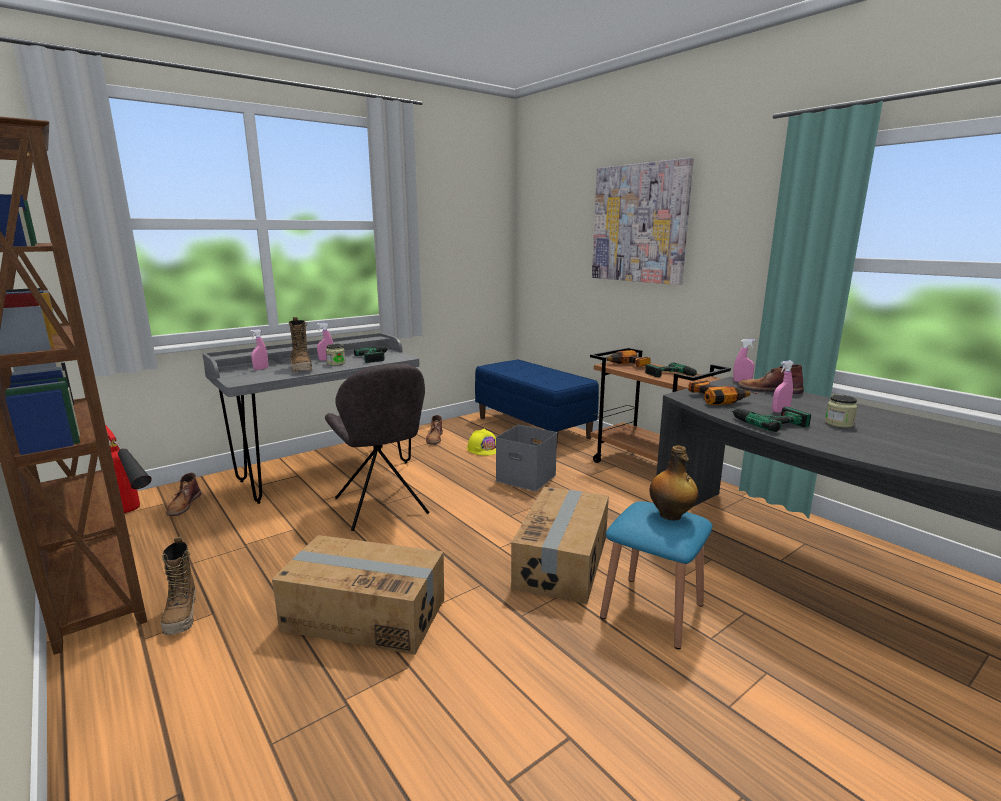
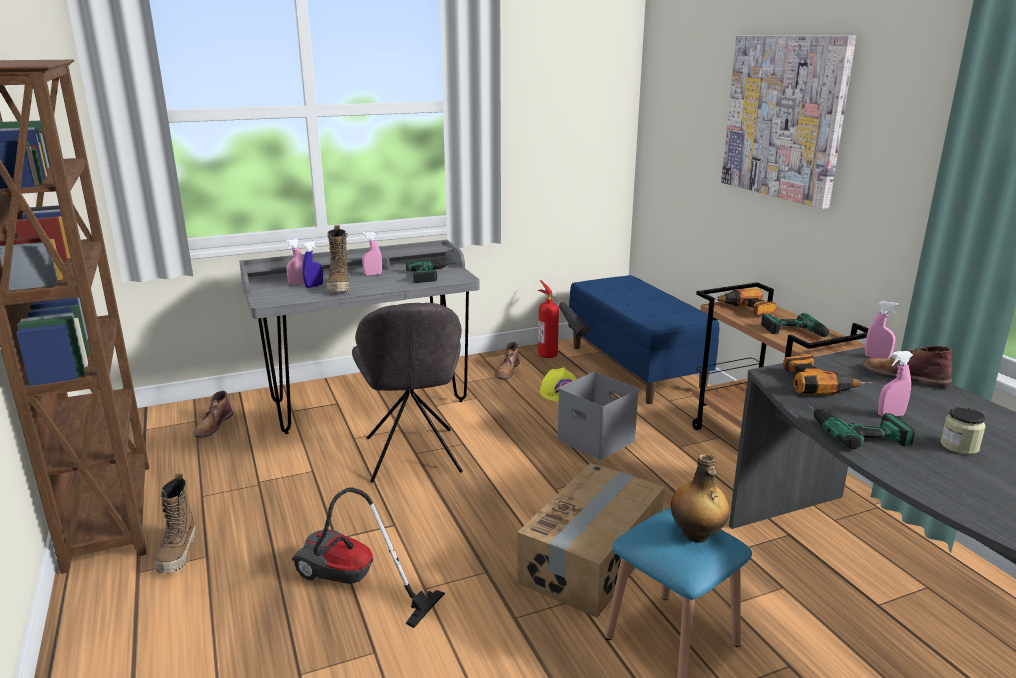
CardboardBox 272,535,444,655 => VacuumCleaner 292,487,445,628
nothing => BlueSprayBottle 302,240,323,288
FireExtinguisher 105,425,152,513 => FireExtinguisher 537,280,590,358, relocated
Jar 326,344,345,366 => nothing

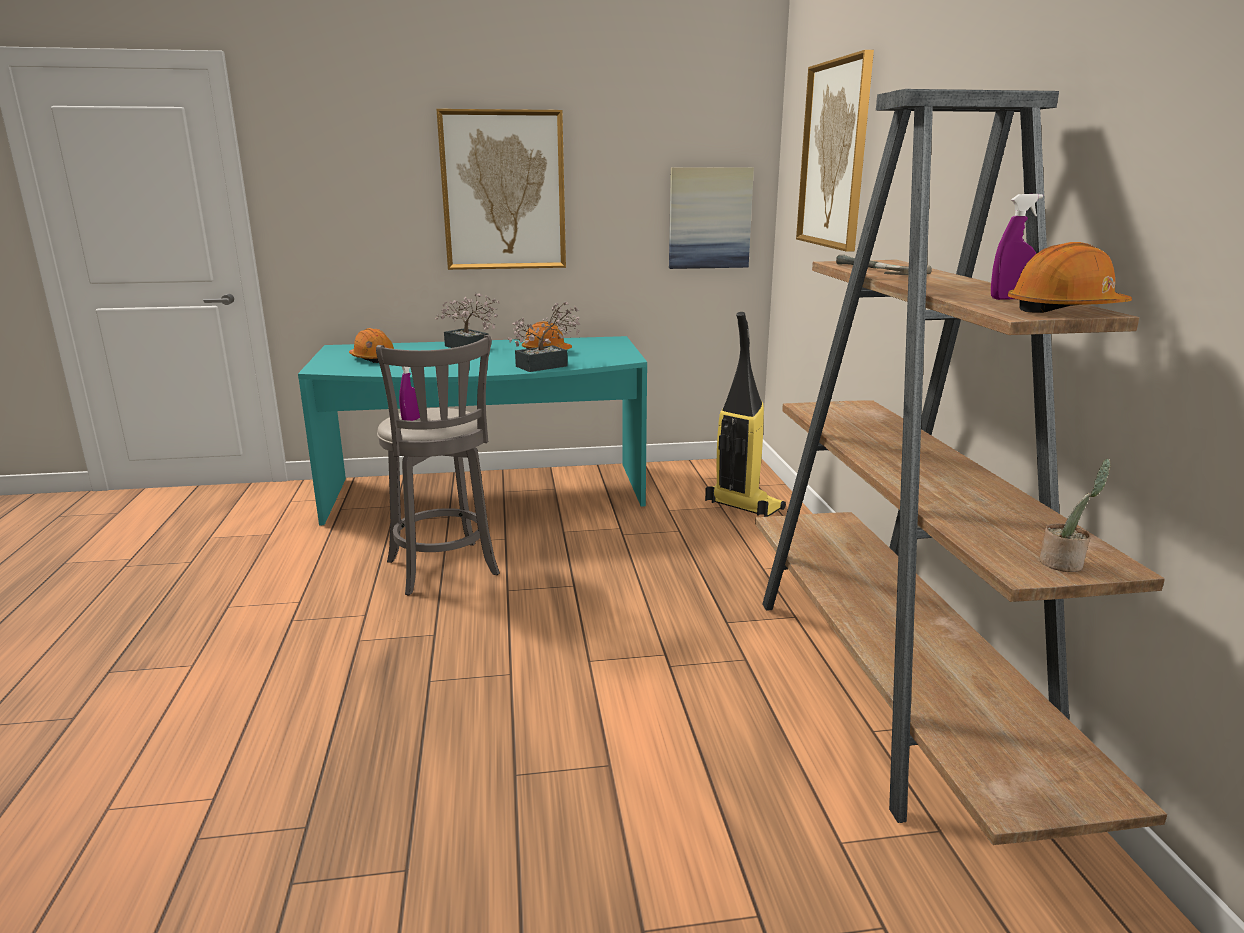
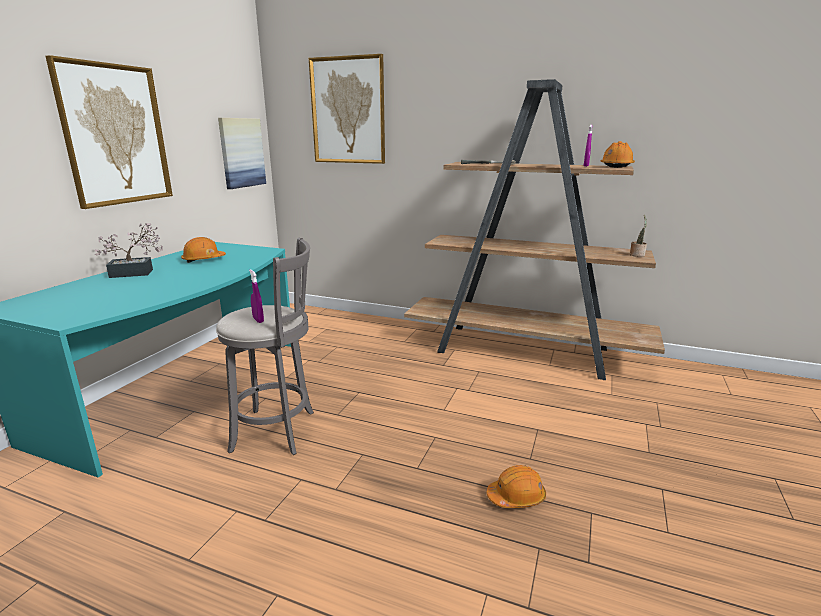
OrangeHardHat 349,328,394,363 => OrangeHardHat 487,465,546,508, relocated
PottedPlant 508,302,580,372 => nothing
VacuumCleaner 705,312,786,517 => nothing

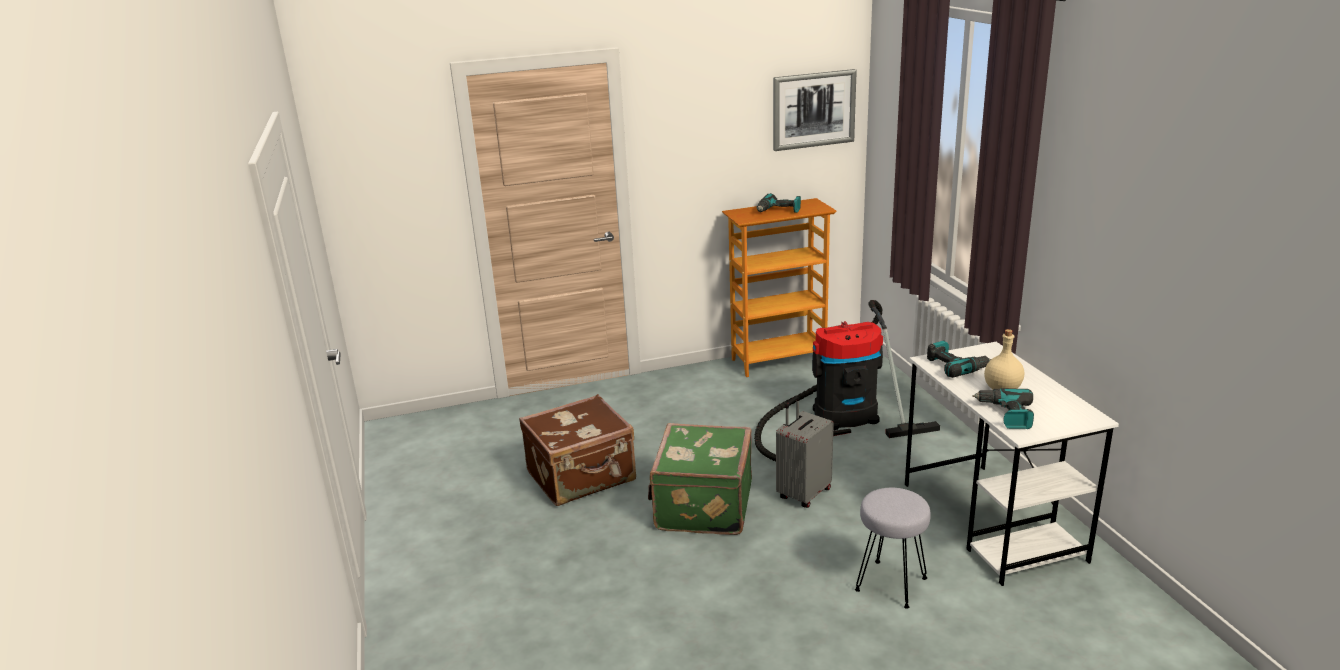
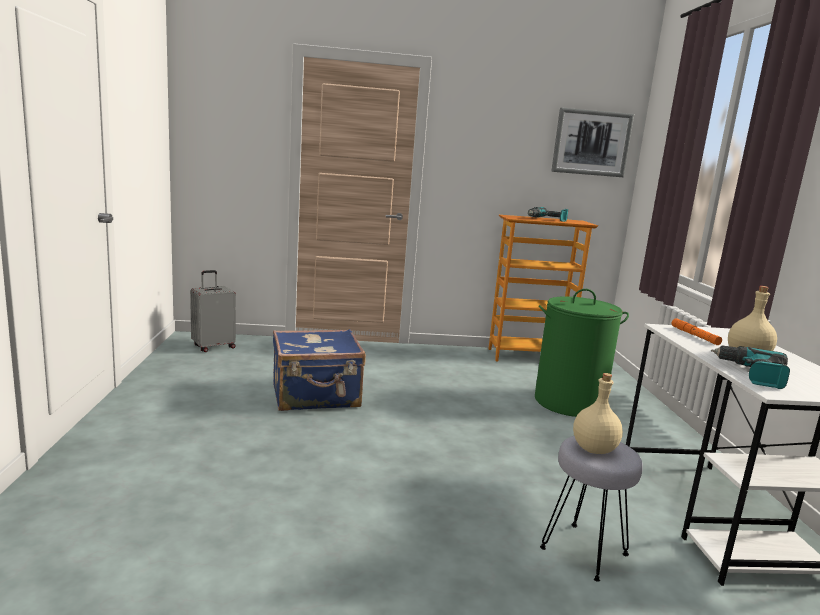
GreySuitcase 776,396,834,508 => GreySuitcase 190,270,236,352, relocated
BrownSuitcase 519,394,636,506 => BlueSuitcase 273,329,366,411
VacuumCleaner 754,300,940,461 => GreenLaundryBasket 535,289,629,417
nothing => BeigeBottle 573,373,623,454
PowerDrill 927,341,991,378 => OrangeFlashlight 672,318,722,345
GreenSuitcase 648,423,752,535 => nothing

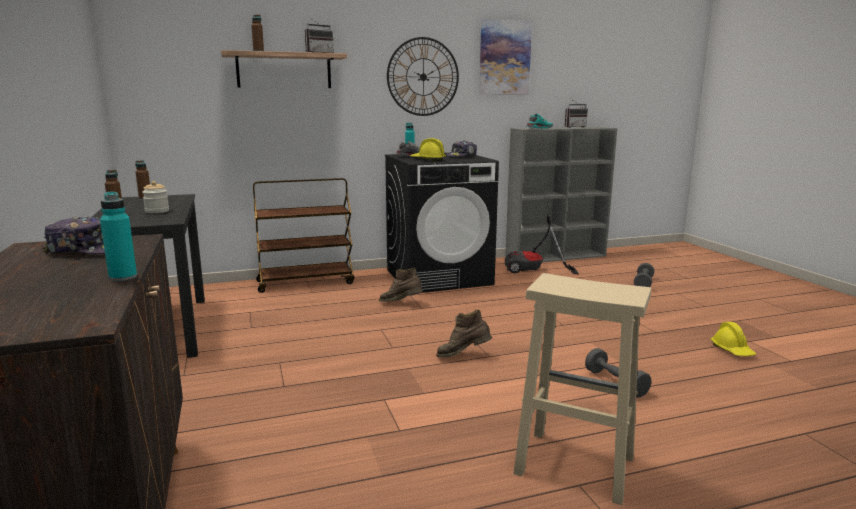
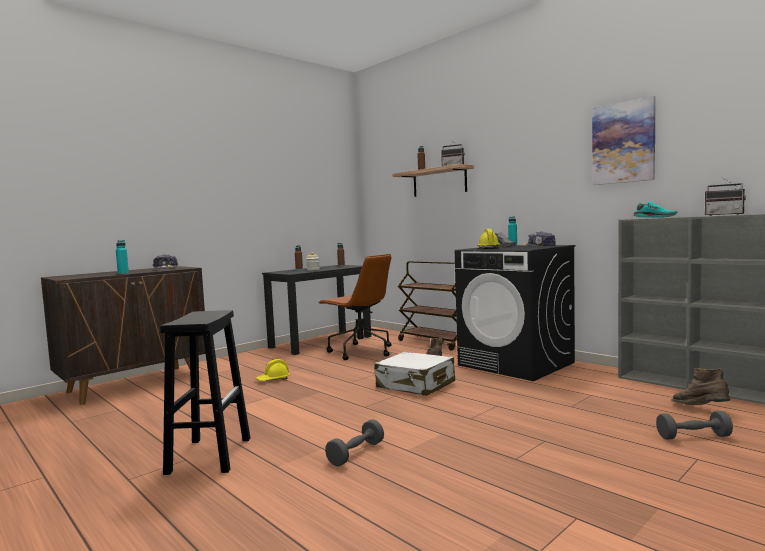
BeigeStool 514,273,651,505 => BlackStool 160,310,250,475
YellowHardHat 711,322,756,356 => YellowHardHat 256,359,290,381, relocated
nothing => BrownOfficeChair 318,254,392,360
nothing => WhiteSuitcase 374,352,455,396
BrownBoot 436,309,492,357 => BrownBoot 672,368,730,405, relocated
WallClock 387,37,459,116 => nothing
VacuumCleaner 505,214,579,274 => nothing

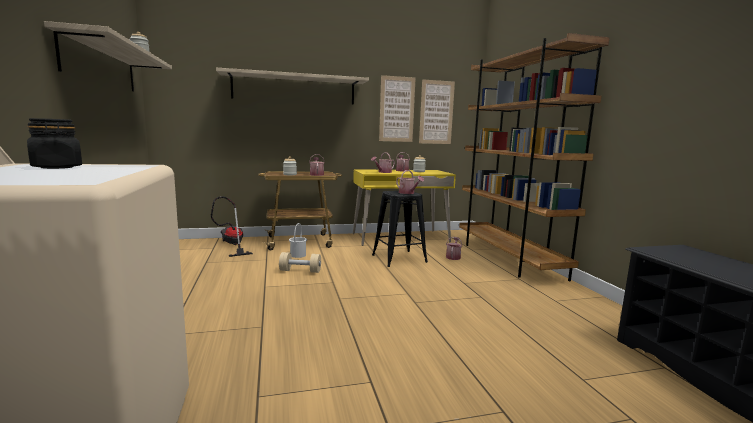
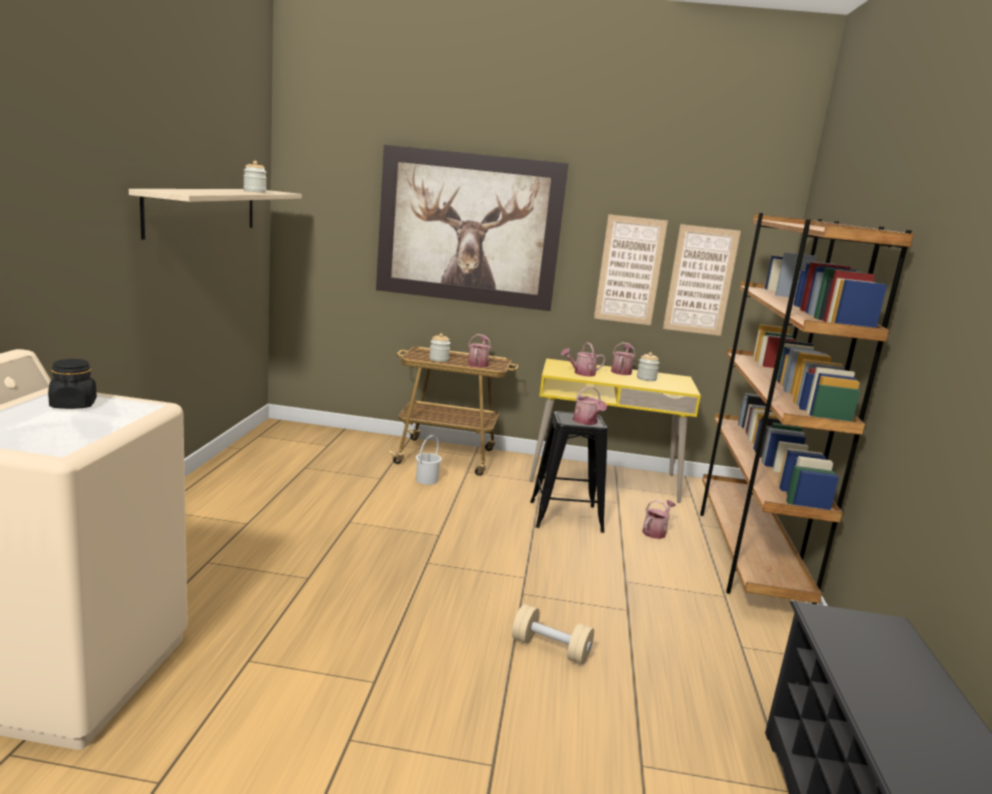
Shelf 216,68,369,104 => Picture 376,145,569,311
BeigeDumbbell 279,252,321,273 => BeigeDumbbell 512,604,594,665, relocated
VacuumCleaner 211,196,253,257 => nothing

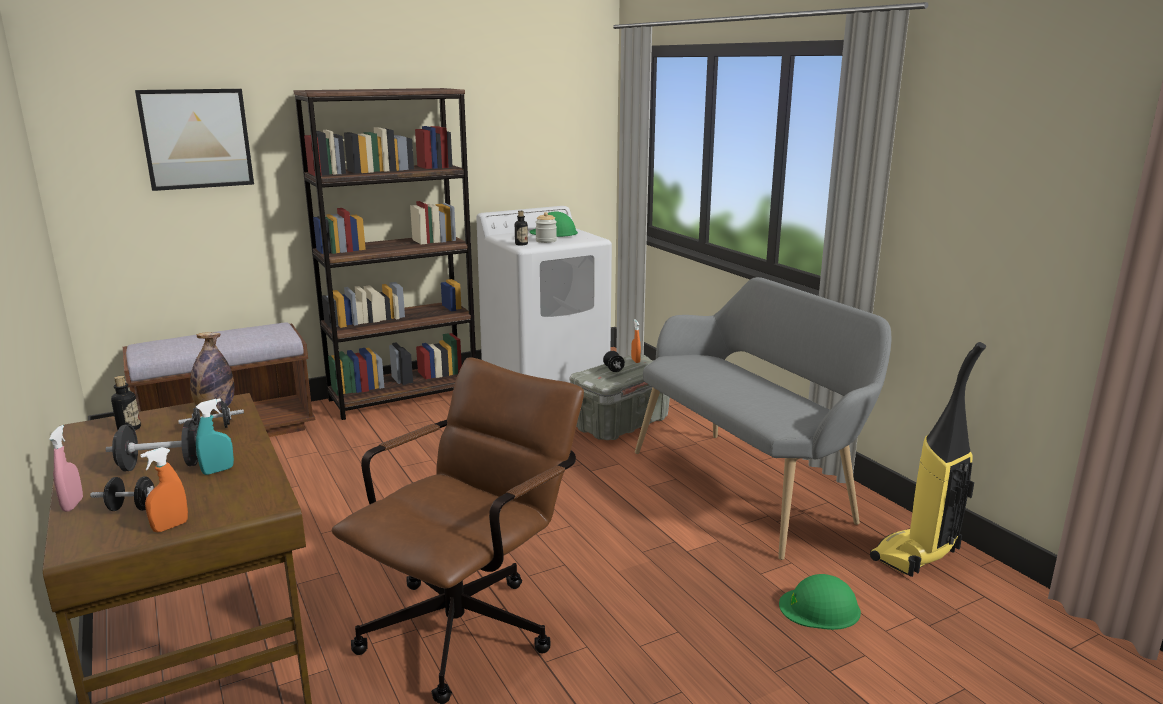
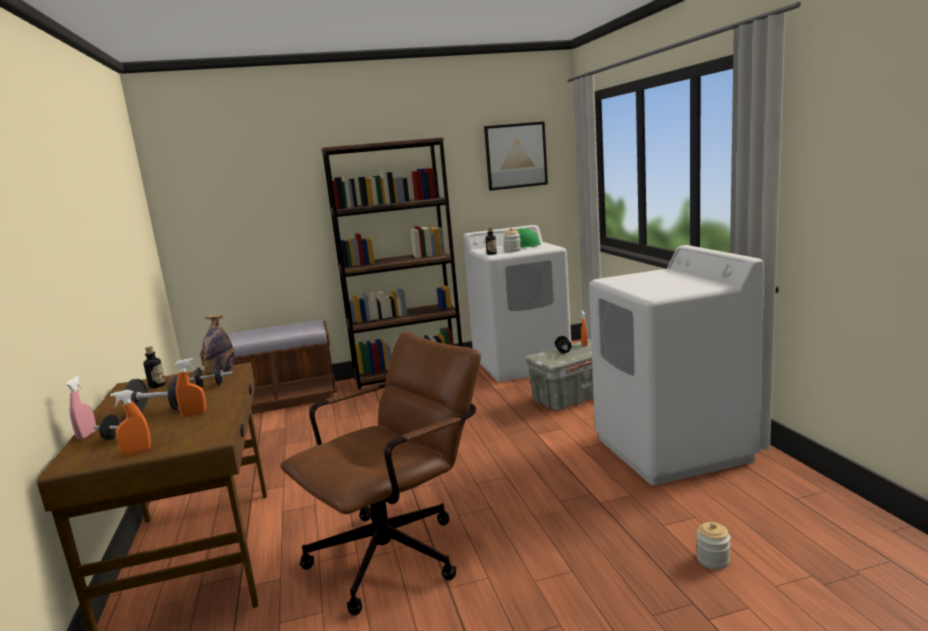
TurquoiseSprayBottle 196,398,234,475 => OrangeSprayBottle 175,358,206,417
Picture 135,89,254,191 => Picture 484,122,548,191, relocated
GreyBench 635,277,891,560 => WhiteWashingMachine 589,245,764,486
GreenHardHat 779,574,861,630 => Jar 696,522,730,569
VacuumCleaner 870,342,986,577 => nothing

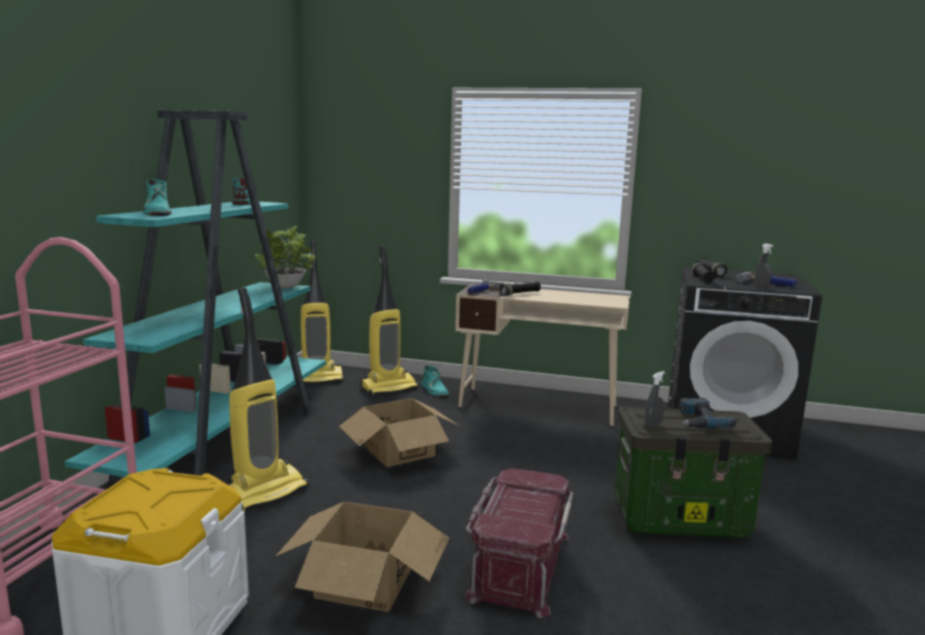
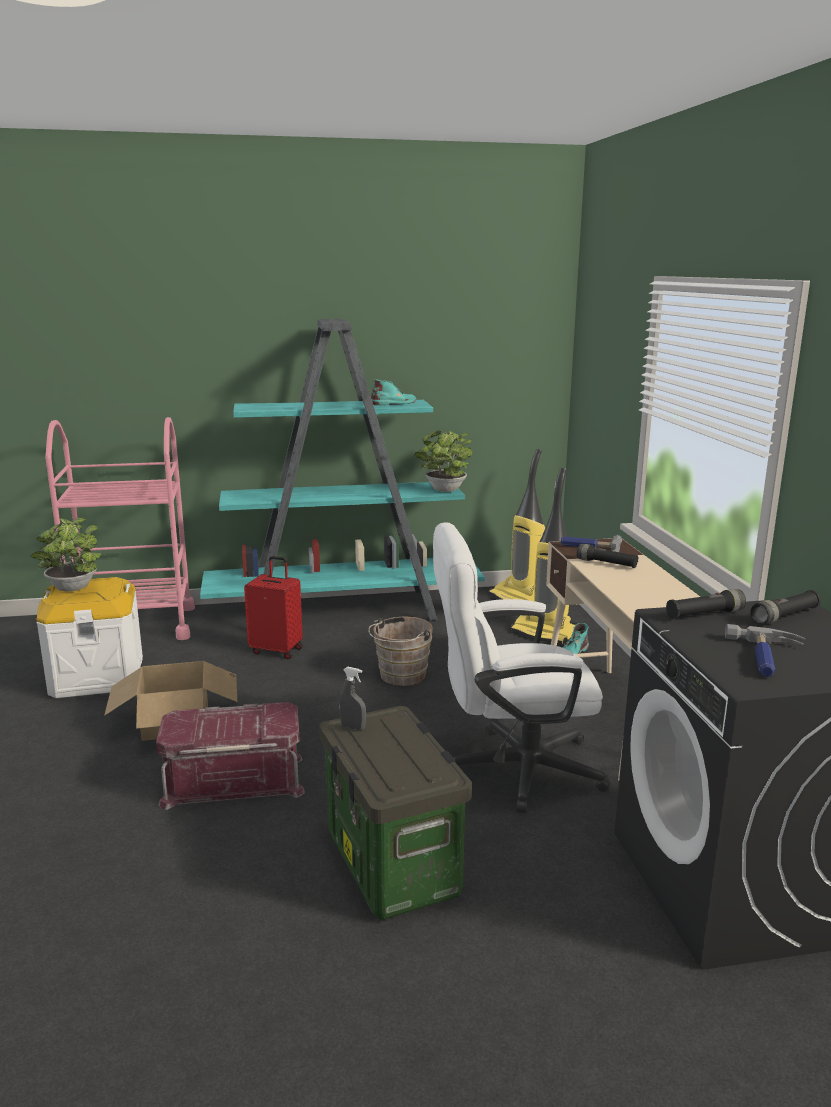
nothing => PottedPlant 31,517,102,592
VacuumCleaner 222,288,309,512 => RedSuitcase 244,556,303,659
CardboardBox 339,398,459,467 => BrownBucket 368,616,433,686
nothing => WhiteOfficeChair 433,522,611,813
TurquoiseBoot 143,179,172,216 => nothing
PowerDrill 678,398,737,428 => nothing
GreySprayBottle 755,244,773,289 => nothing

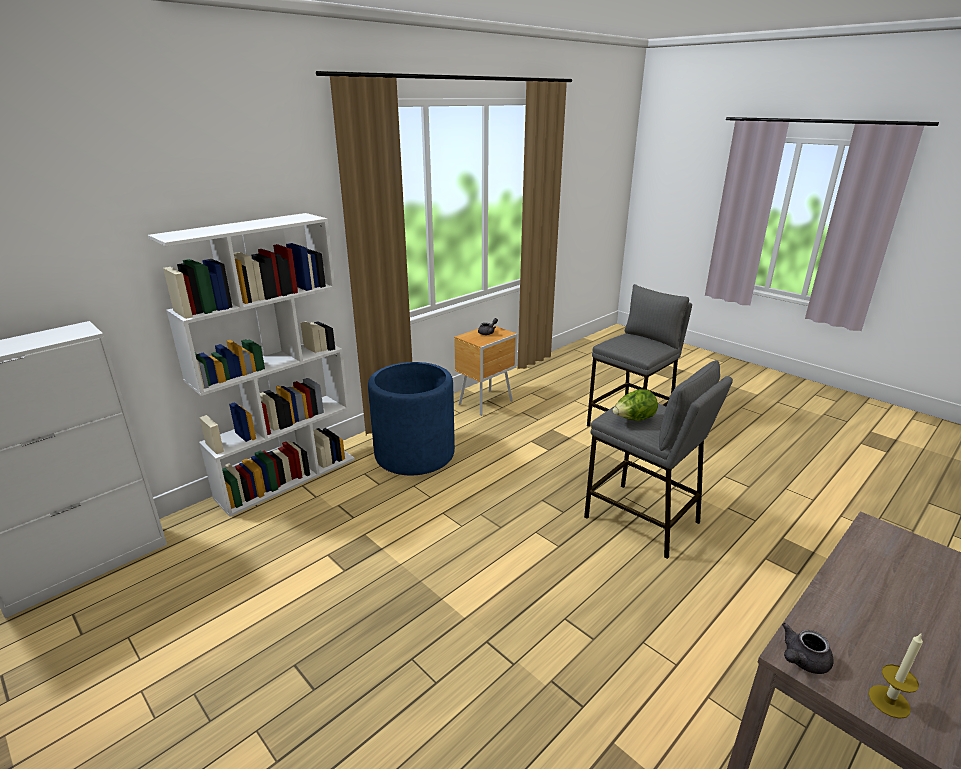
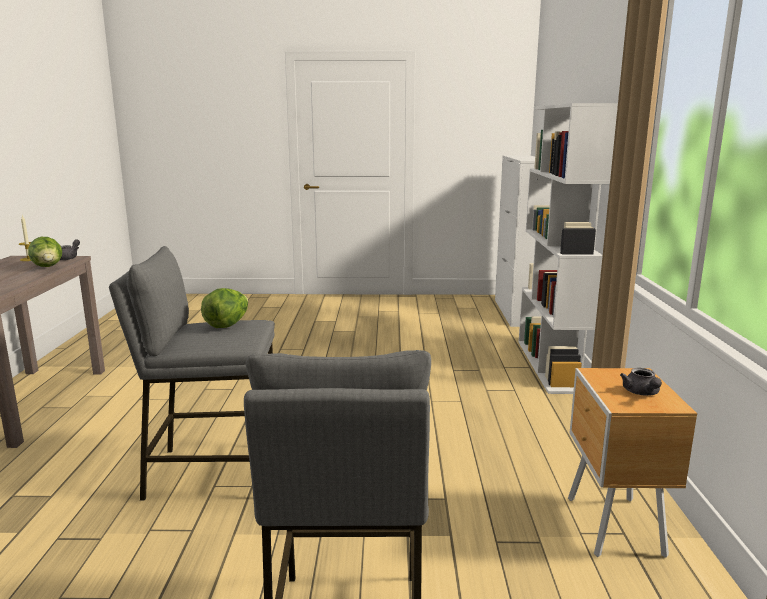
nothing => Lettuce 28,237,62,267
BluePlanter 368,362,455,475 => nothing

